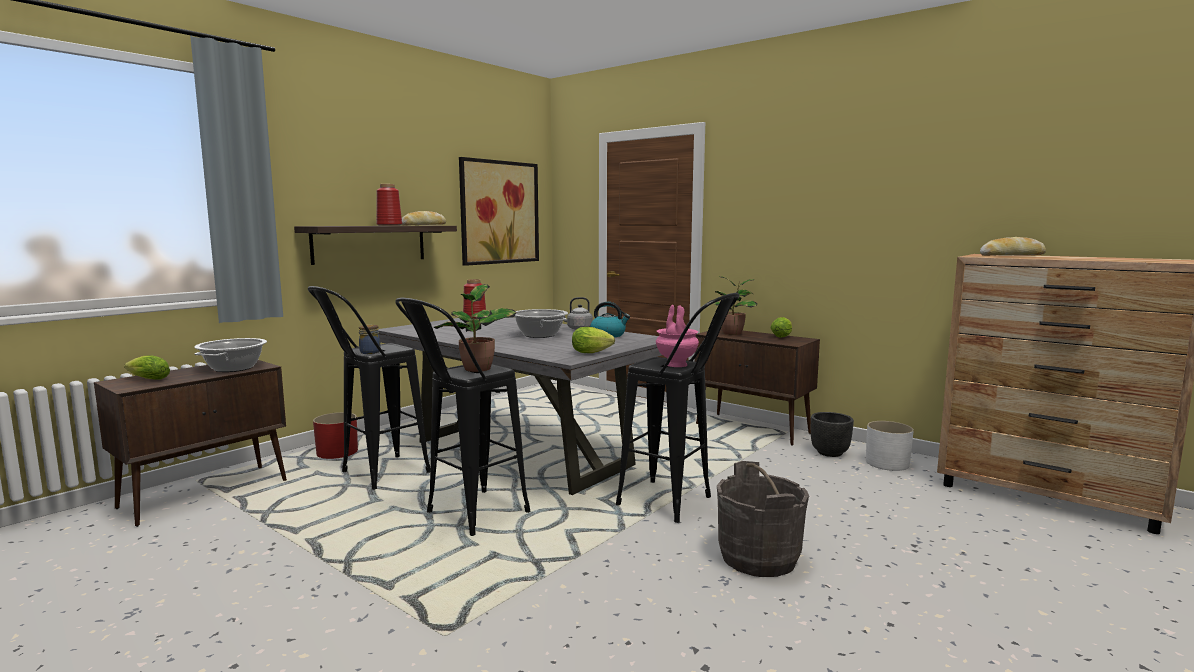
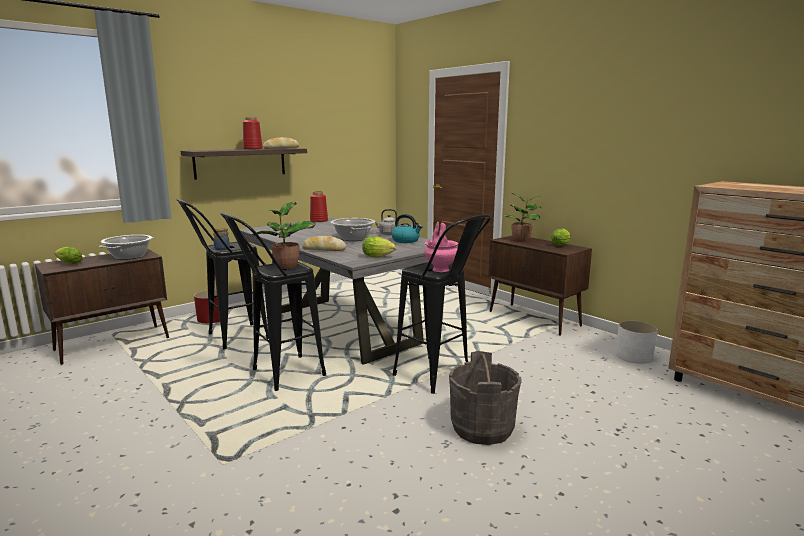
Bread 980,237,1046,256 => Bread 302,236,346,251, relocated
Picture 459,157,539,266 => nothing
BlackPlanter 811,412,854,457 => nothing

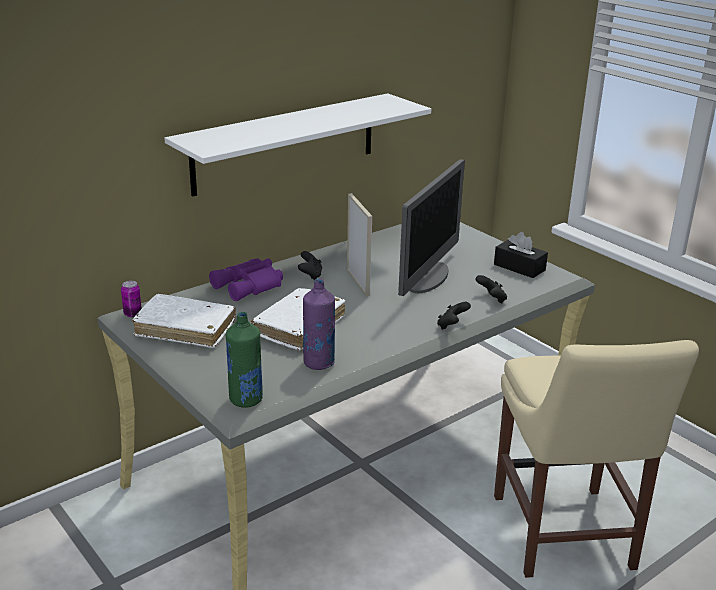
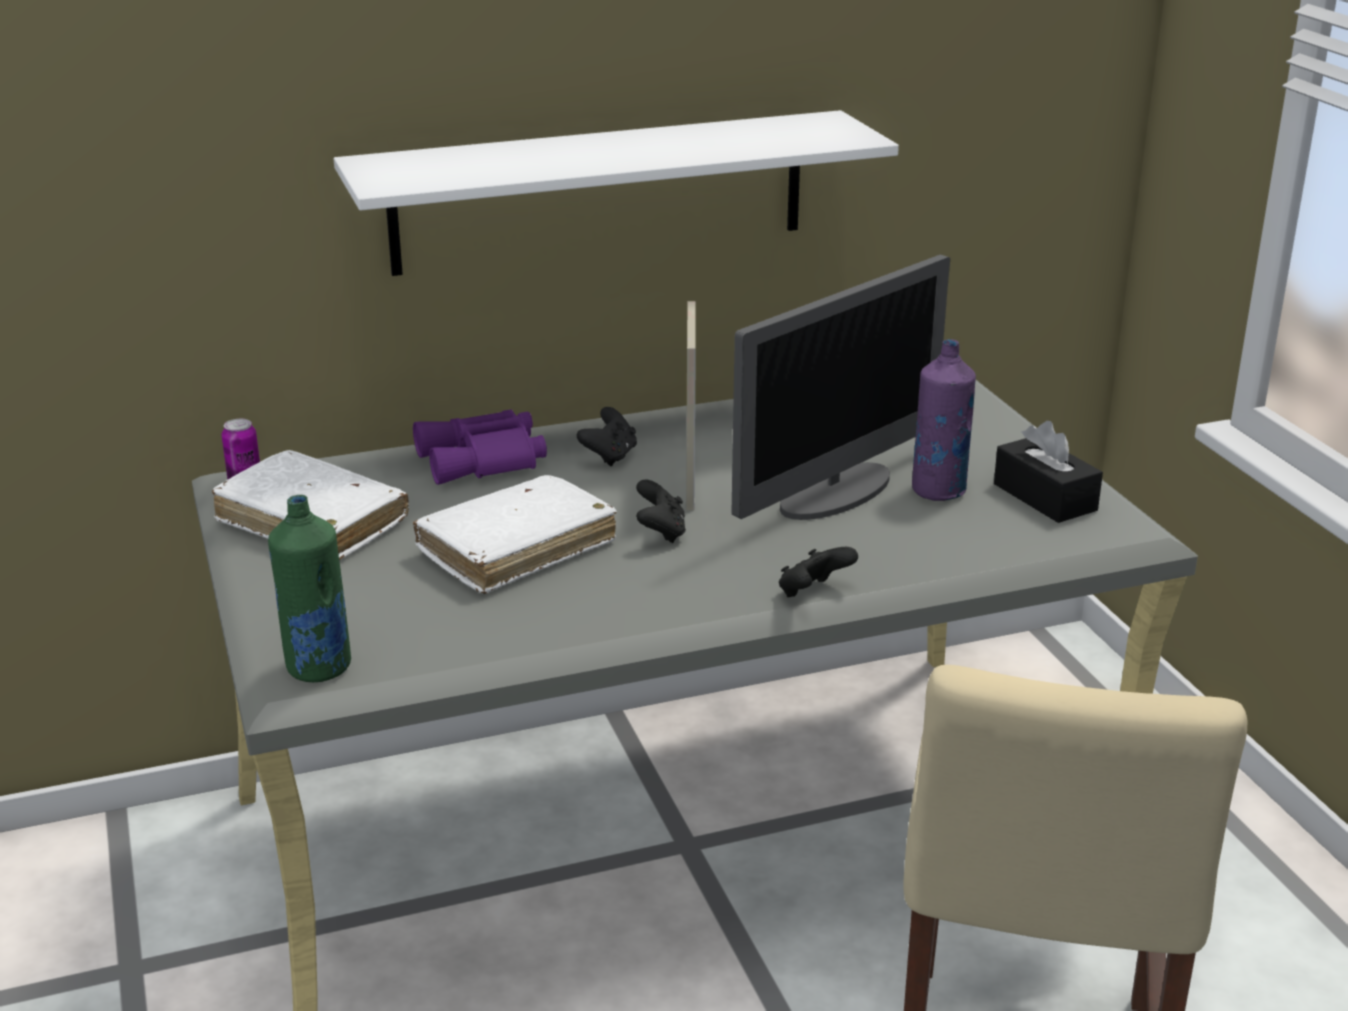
BlackGameController 475,275,507,303 => BlackGameController 636,480,686,543, relocated
PurpleBottle 303,278,335,370 => PurpleBottle 912,339,976,501, relocated

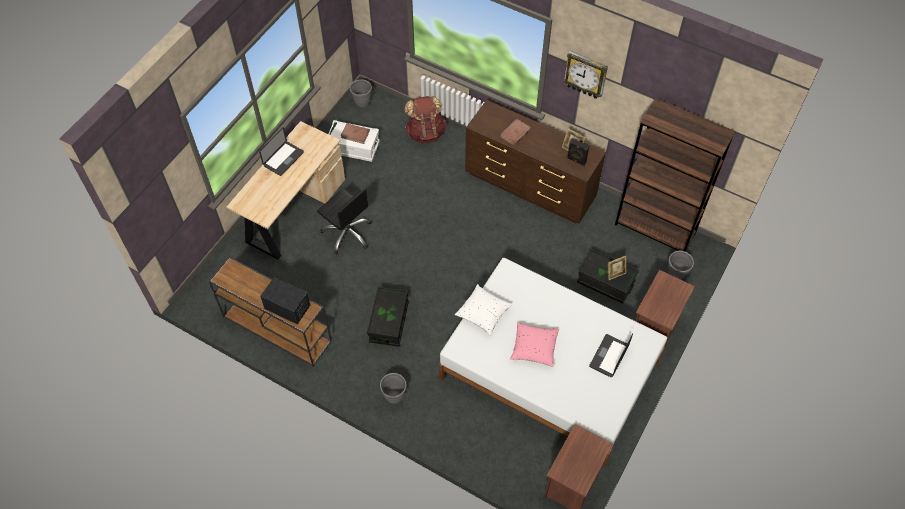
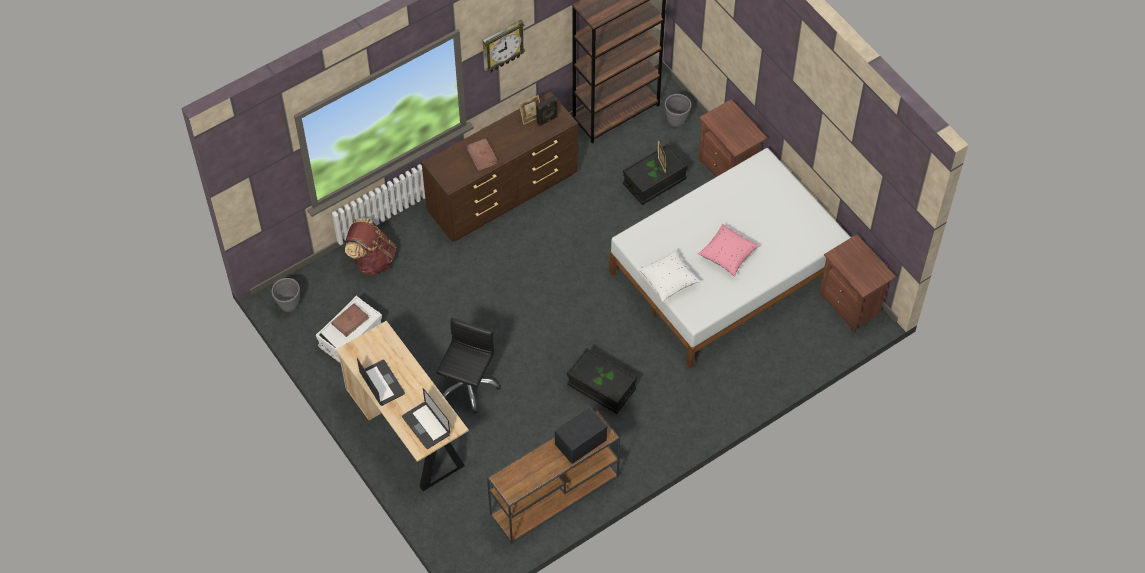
Laptop 589,334,633,377 => Laptop 402,388,450,449, relocated
BlackOfficeChair 317,188,372,254 => BlackOfficeChair 436,318,501,414, 45 degrees counterclockwise
GreyPlanter 380,373,406,404 => nothing

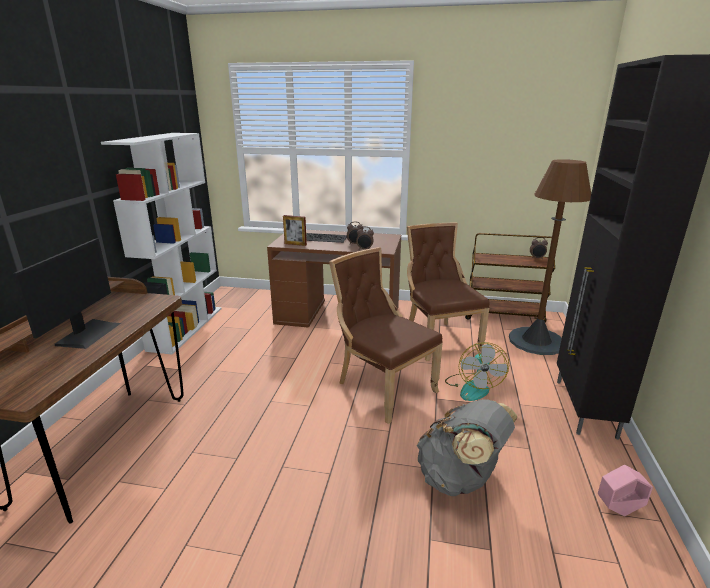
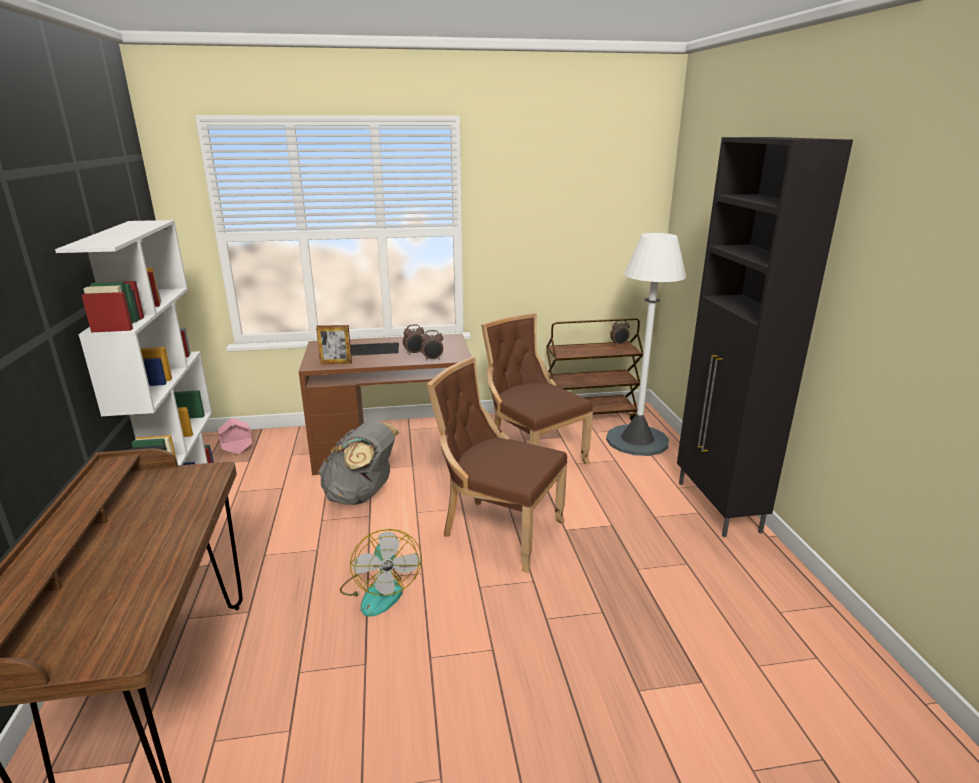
PinkPlanter 598,465,653,516 => PinkPlanter 218,418,252,454, relocated
GreyBackpack 416,399,517,496 => GreyBackpack 318,421,399,505, relocated
Fan 445,342,509,401 => Fan 340,529,422,617, relocated
BrownFloorLamp 509,159,591,355 => WhiteFloorLamp 606,233,686,456
Monitor 13,238,121,349 => nothing

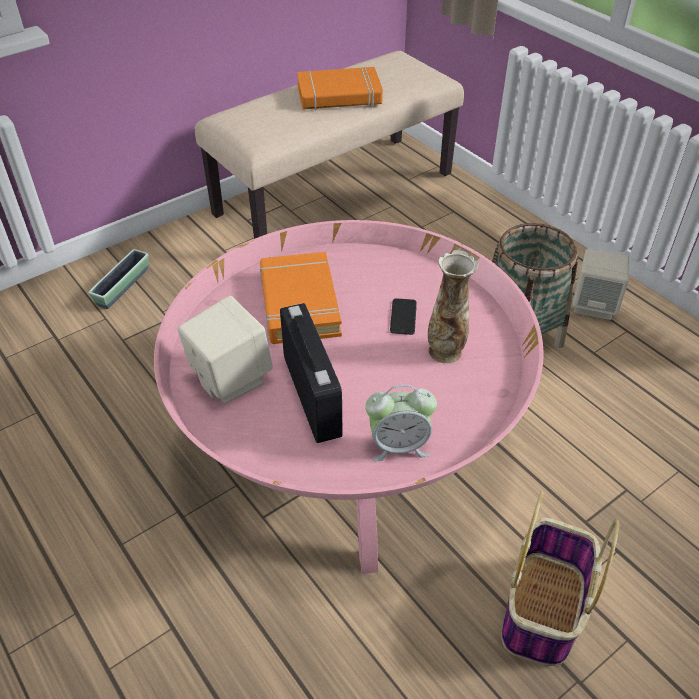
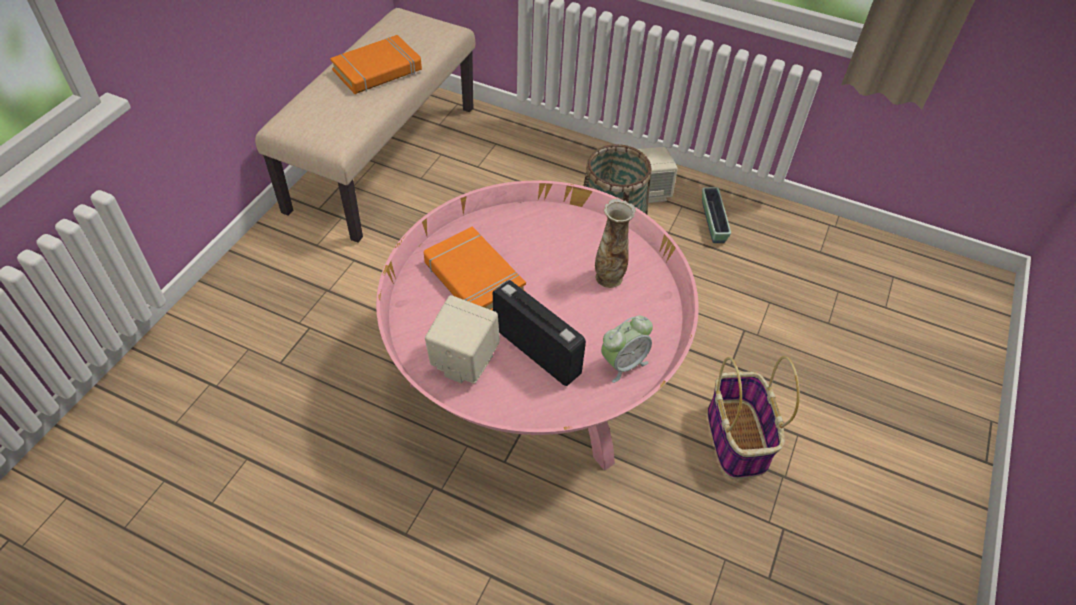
Planter 88,249,149,309 => Planter 702,187,731,243, relocated
Phone 390,298,417,335 => nothing

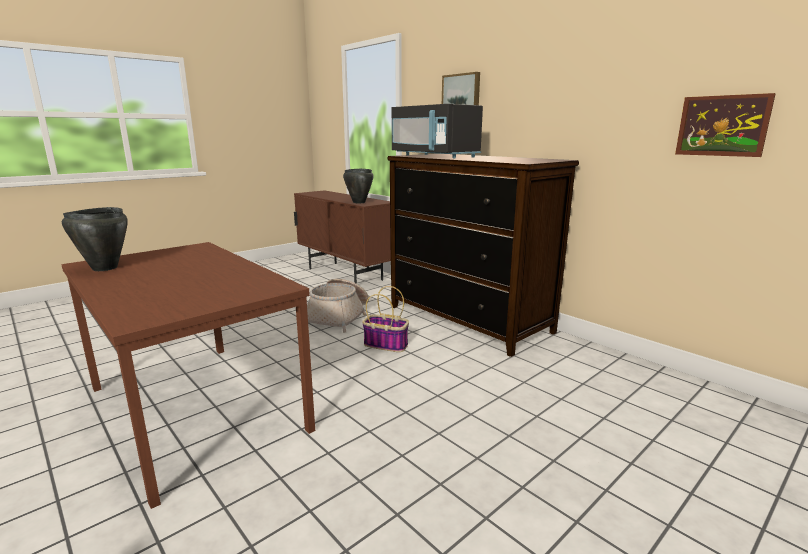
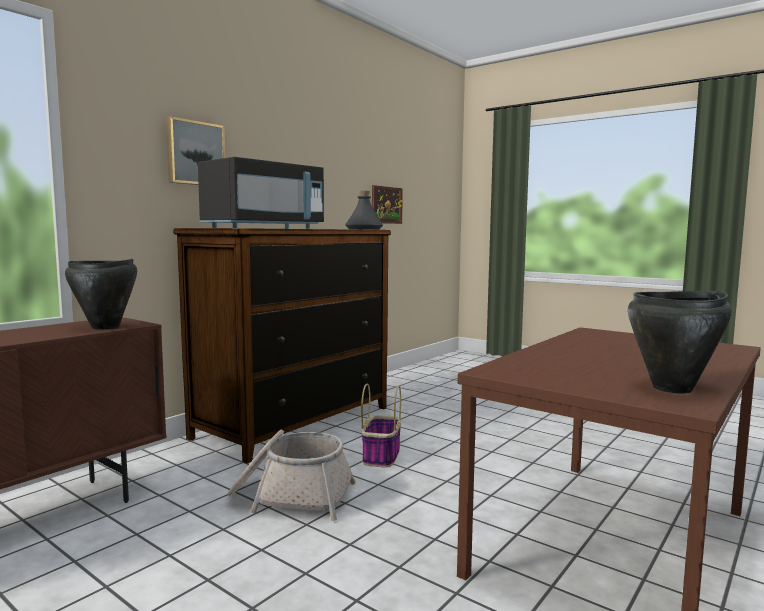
nothing => GreyBottle 345,191,383,229

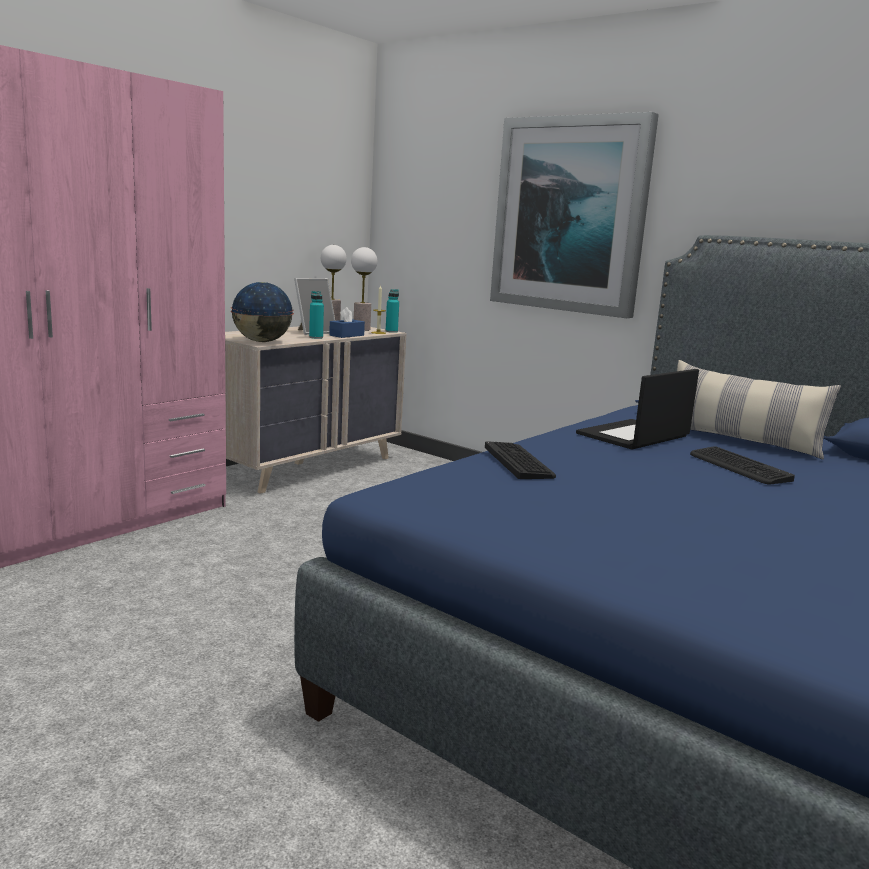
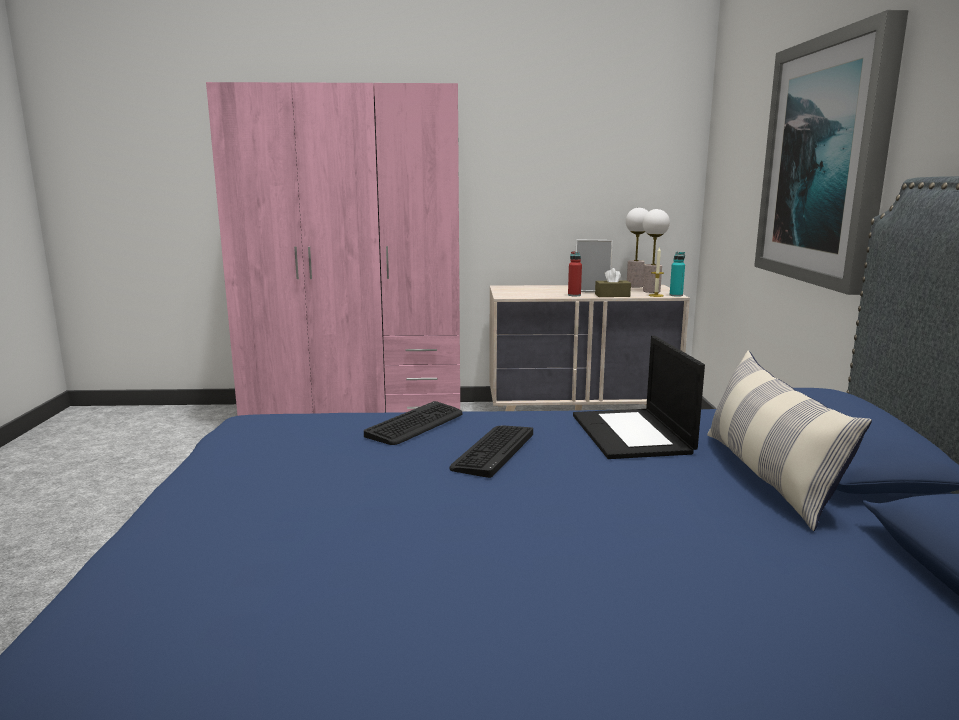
Keyboard 690,446,795,484 => Keyboard 450,425,533,478, relocated
TurquoiseBottle 309,291,324,339 => RedBottle 568,251,582,296
Laptop 576,369,699,450 => Laptop 573,336,705,459, 105 degrees counterclockwise
BlueTissueBox 329,307,365,338 => BrownTissueBox 595,268,631,297
Globe 231,282,294,342 => nothing

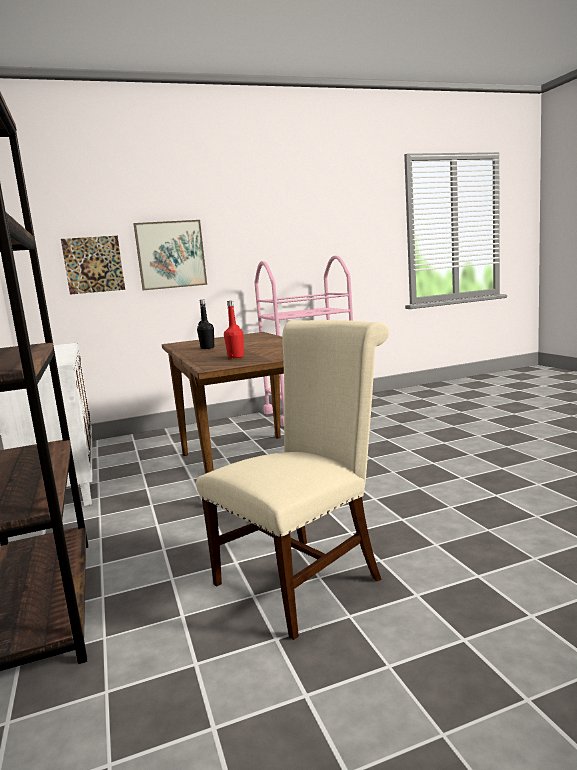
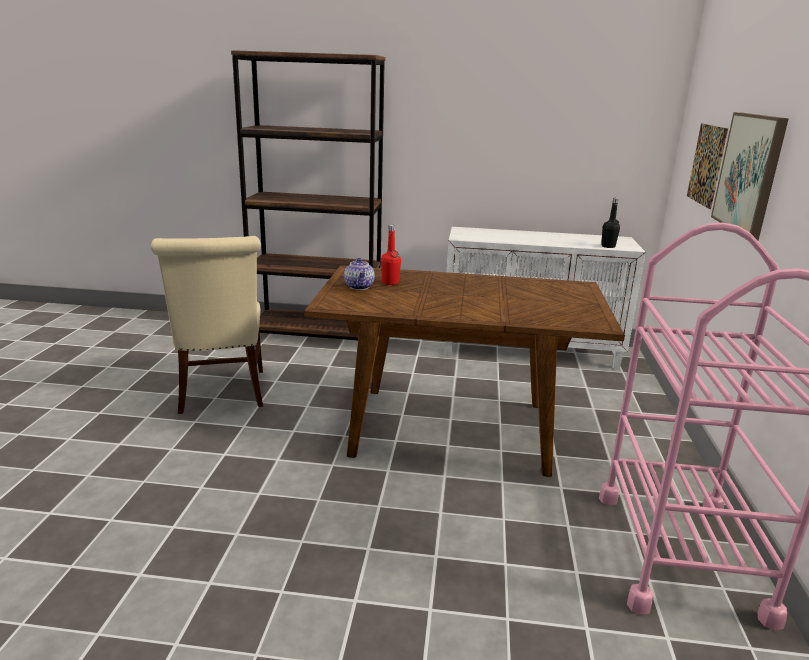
nothing => Teapot 344,258,375,290
BlackBottle 197,299,214,349 => BlackBottle 601,198,620,248, relocated

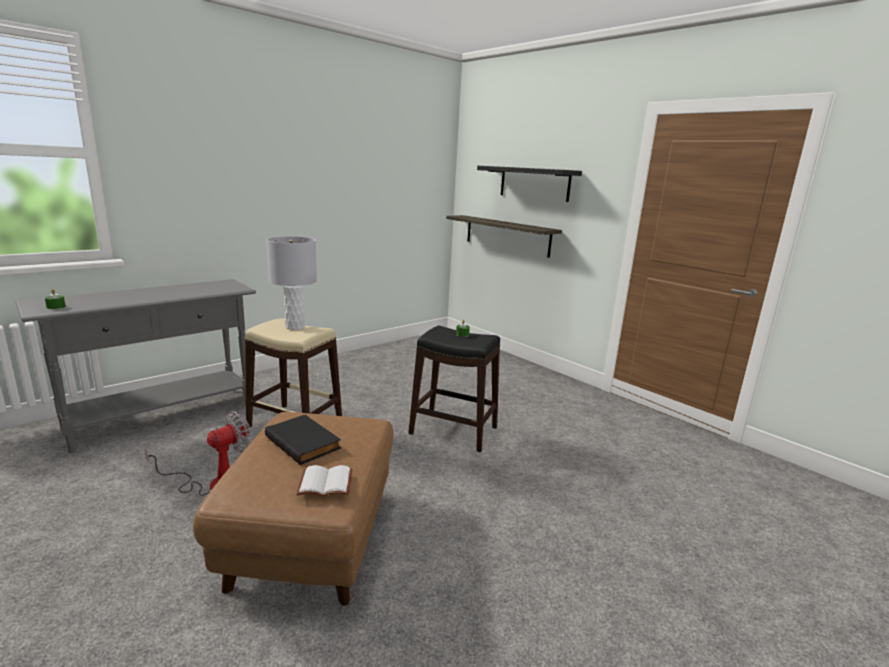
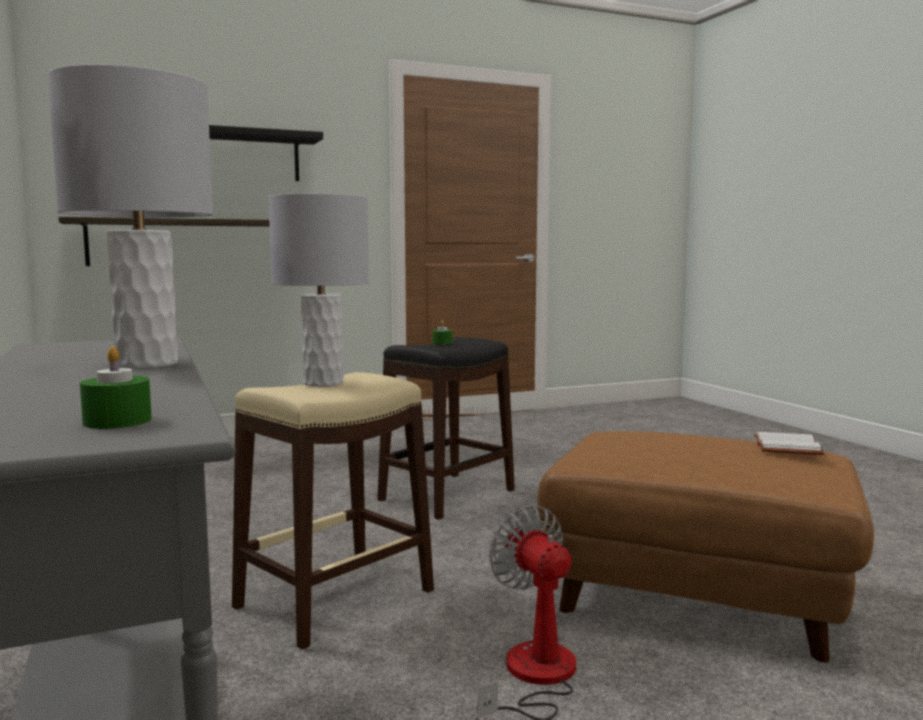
nothing => GreyTableLamp 47,64,213,368
BlackBook 265,415,341,465 => nothing

